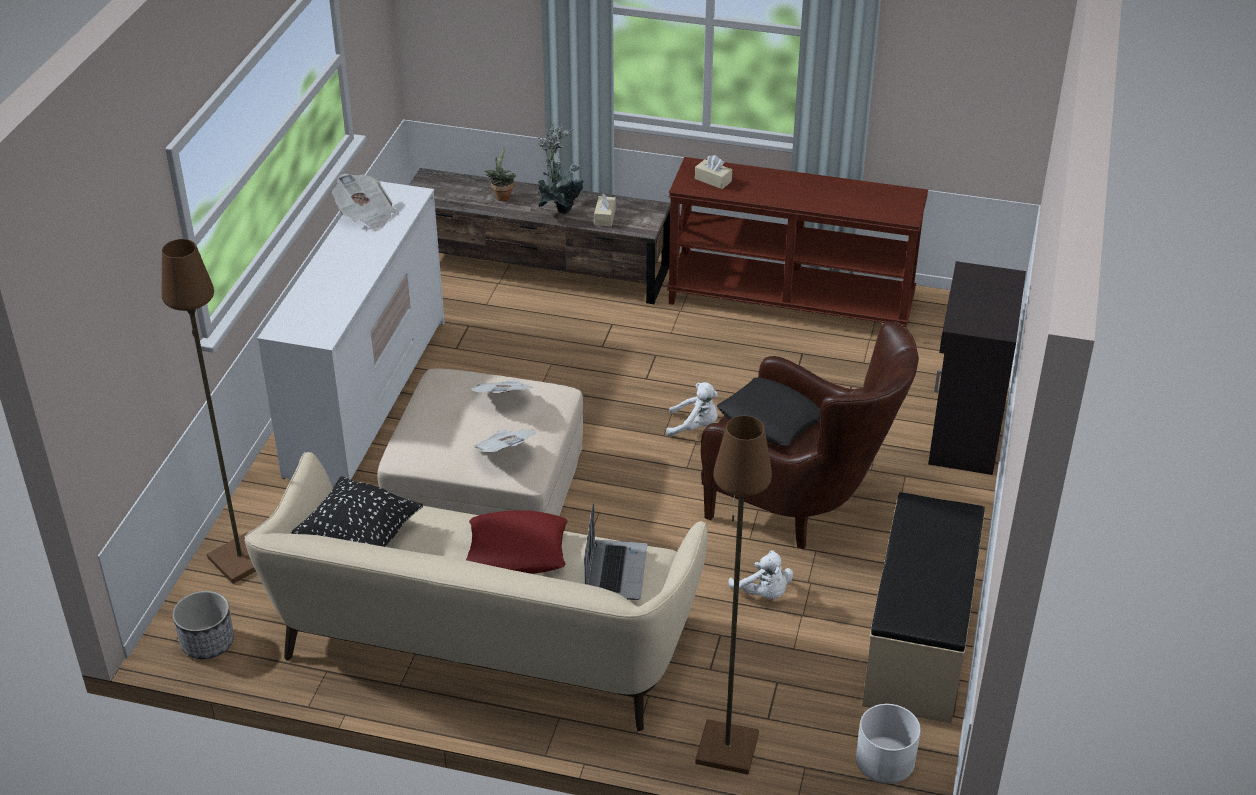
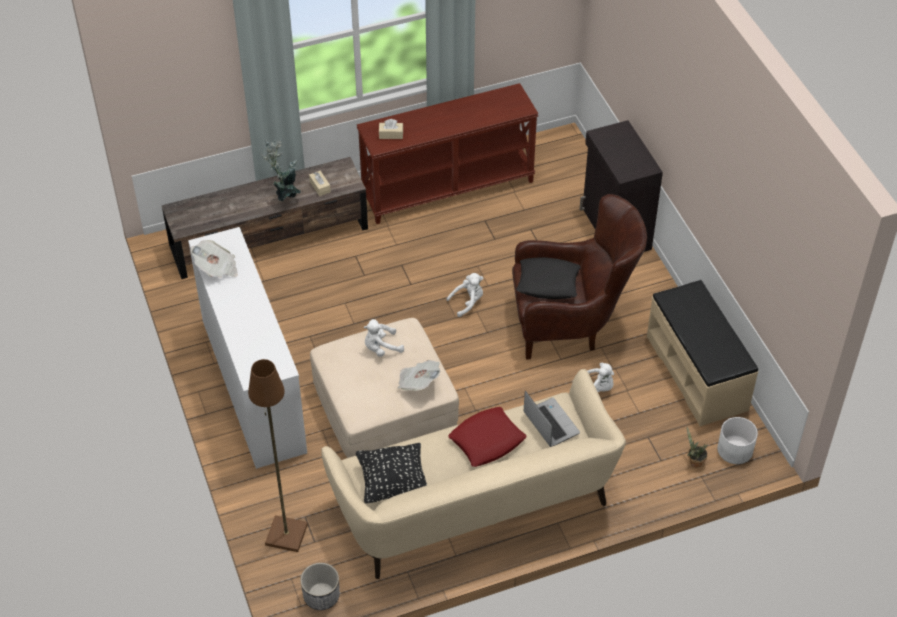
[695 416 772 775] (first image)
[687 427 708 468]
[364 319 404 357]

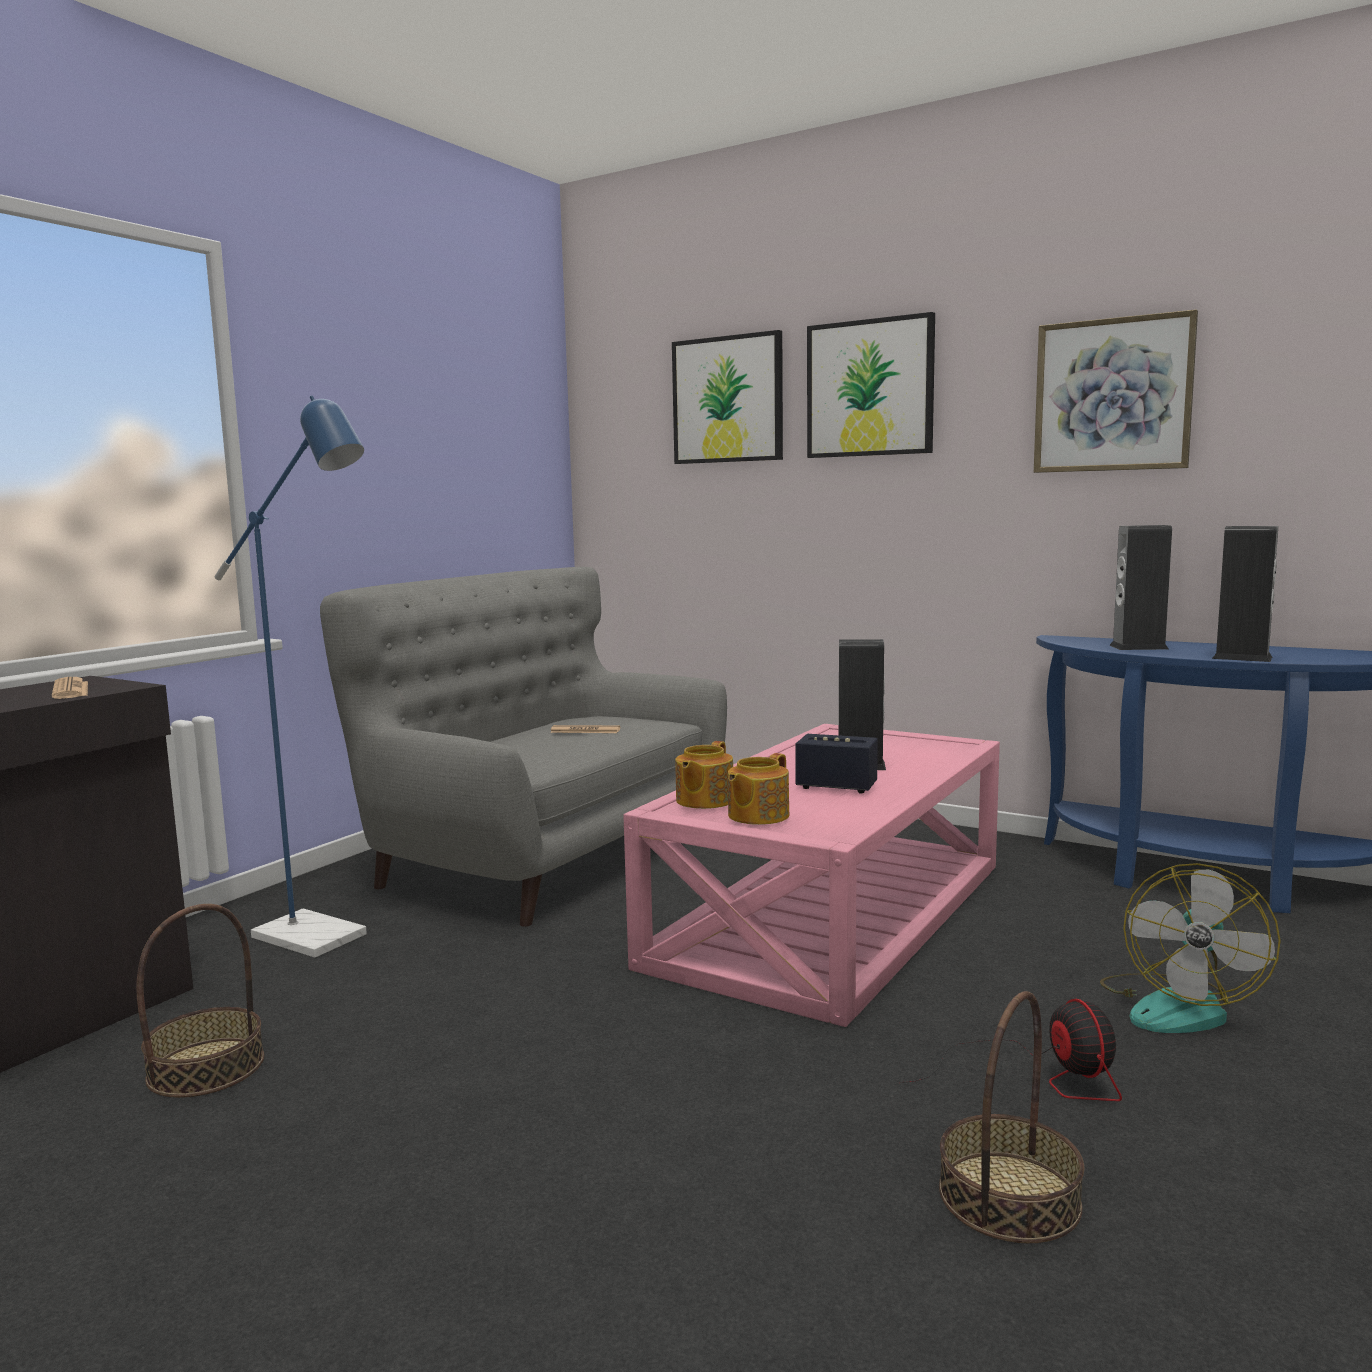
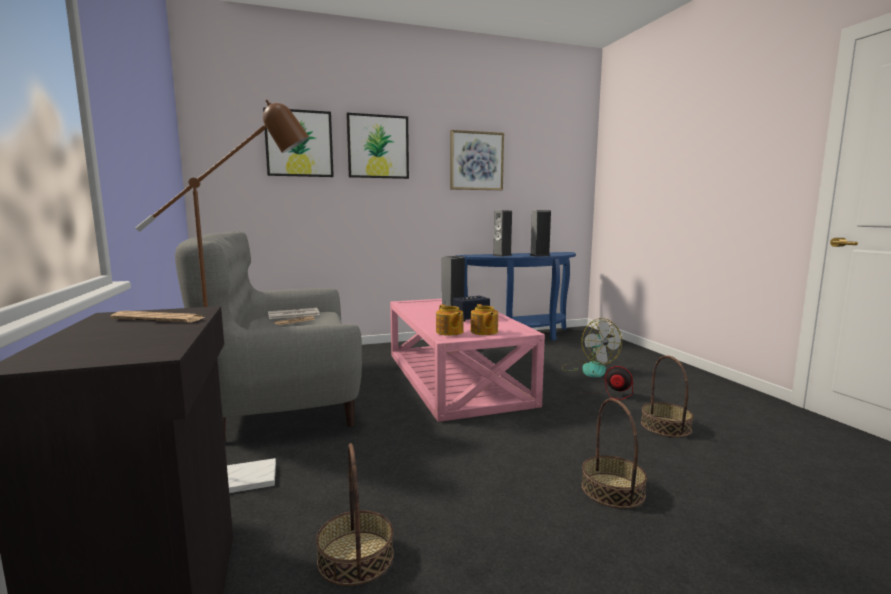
[268 308 320 319]
[581 398 647 509]
[135 100 309 493]

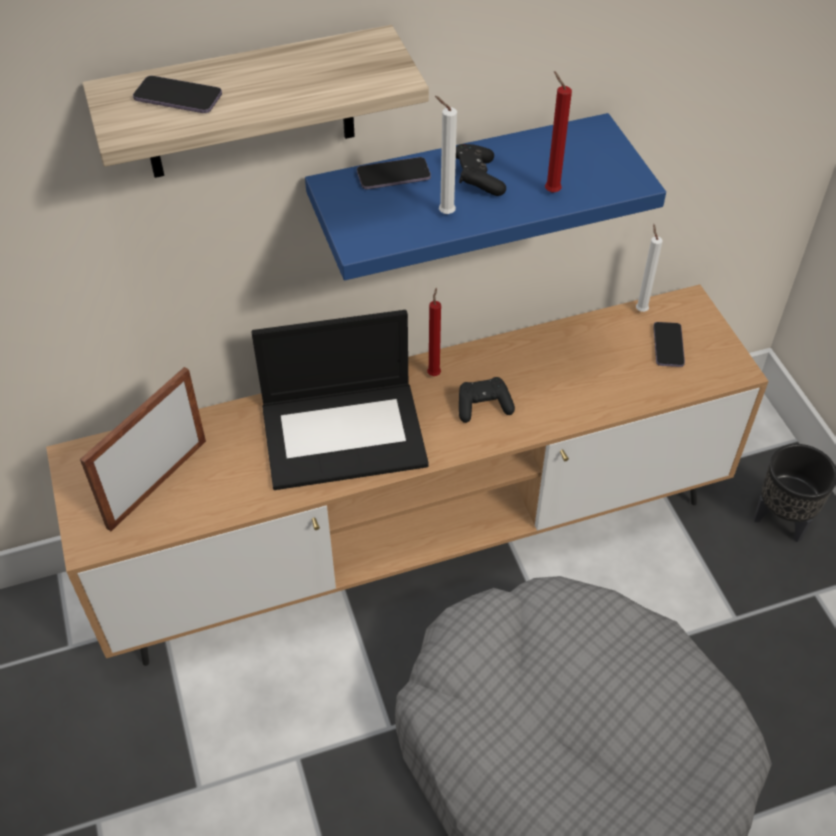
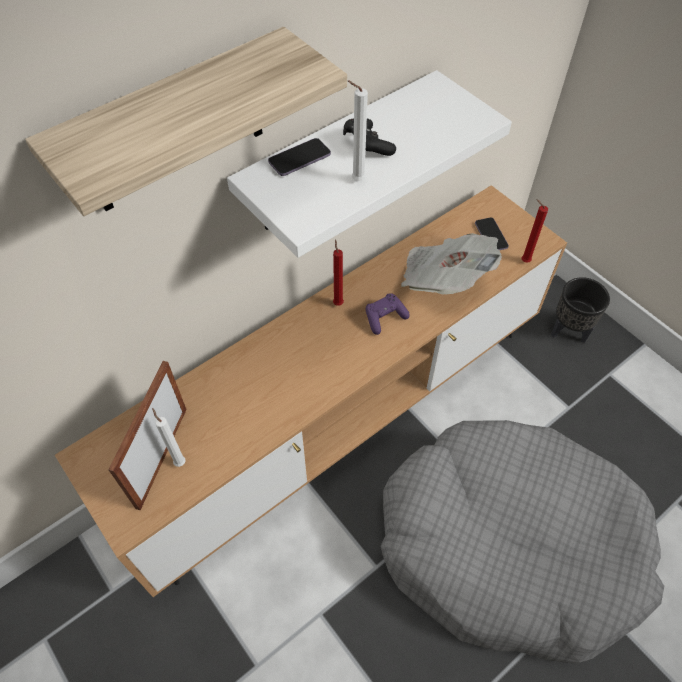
[133 76 222 113] (first image)
[252 310 429 490] (first image)
[401 233 502 295]
[522 199 548 263]
[152 408 186 467]
[227 70 512 258]
[366 293 410 335]

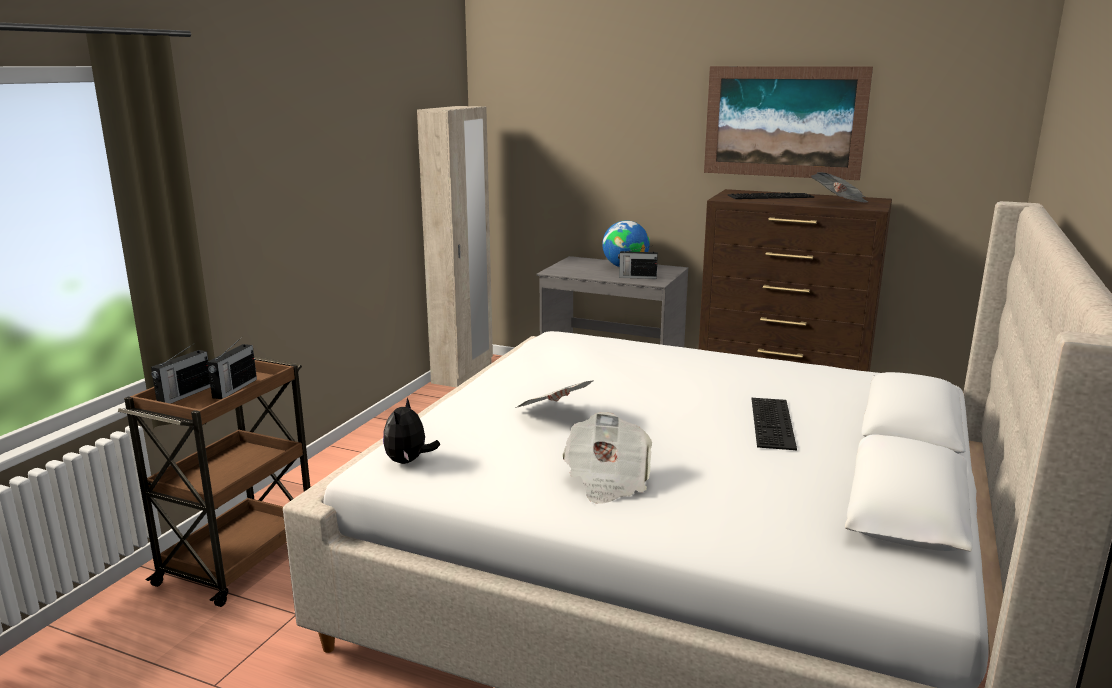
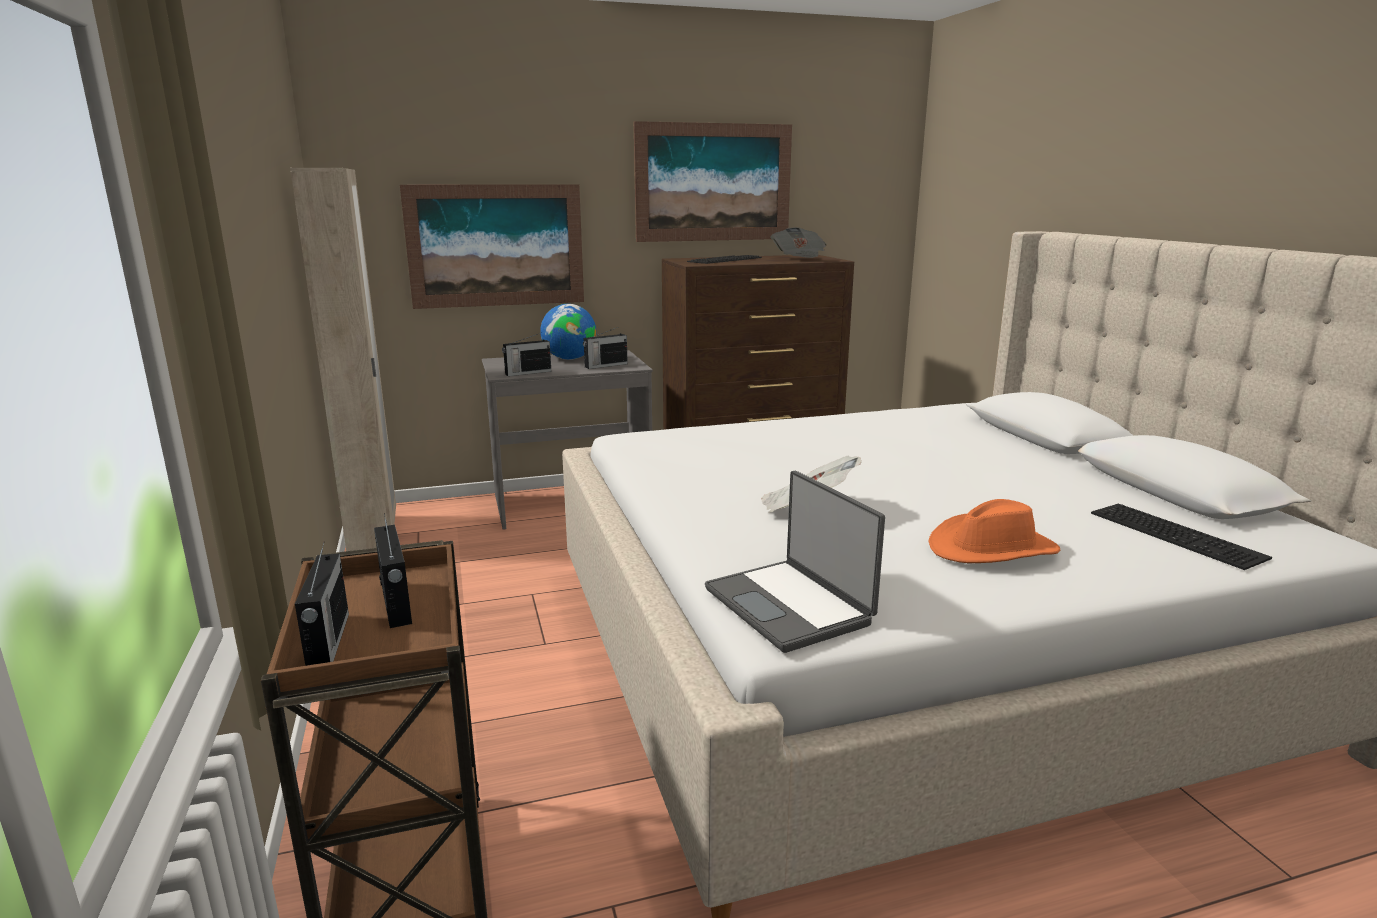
[400 184 584 309]
[502 333 551 376]
[1091 503 1272 570]
[705 470 885 653]
[928 499 1060 563]

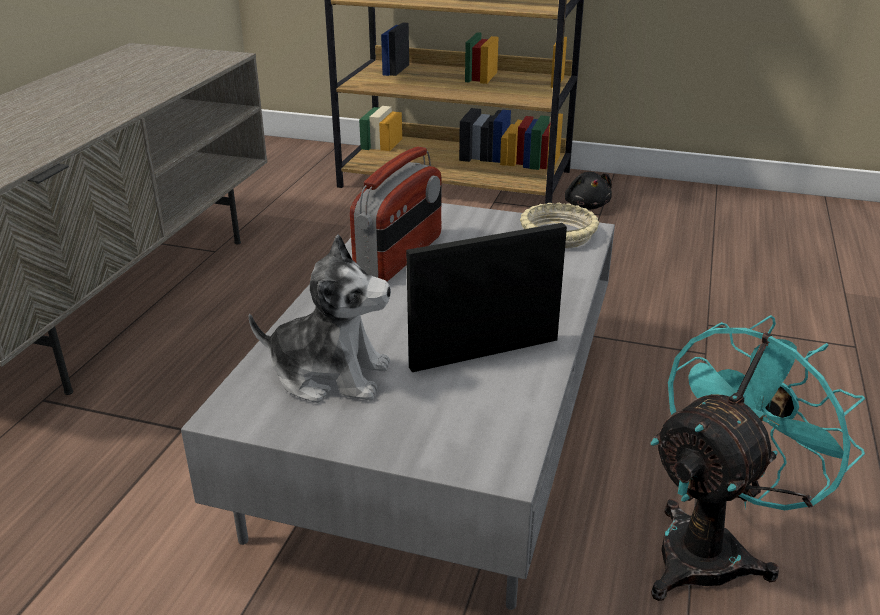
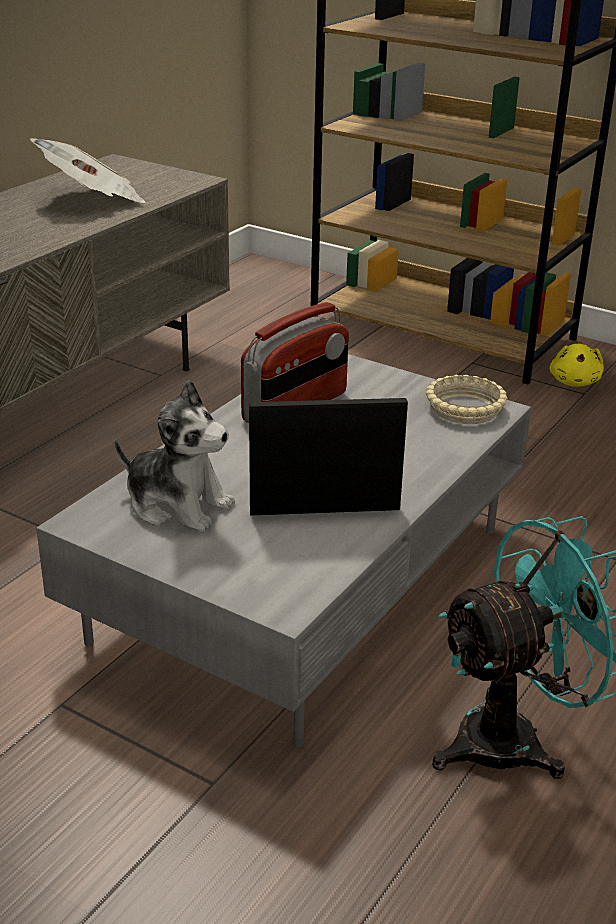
[30 138 146 203]
[549 344 604 387]

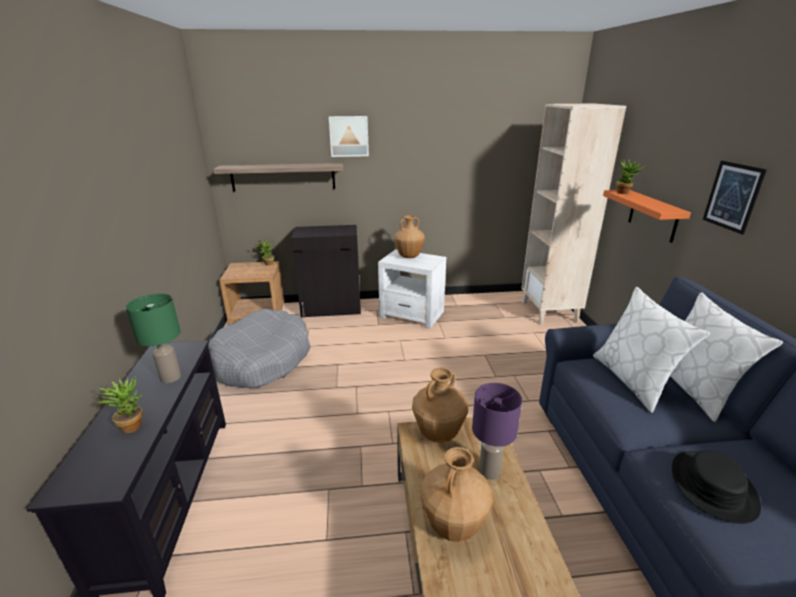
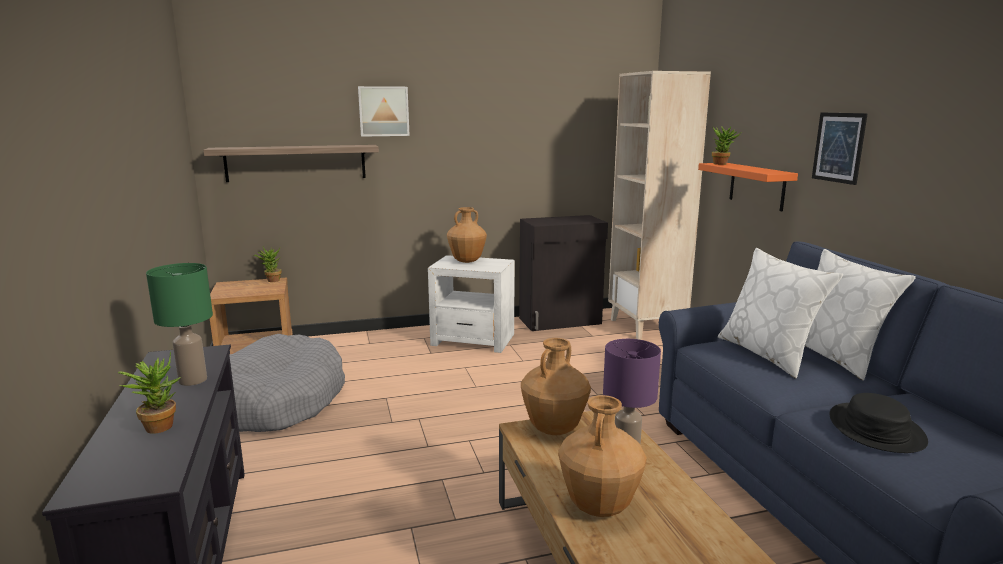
[519 215 608 331]

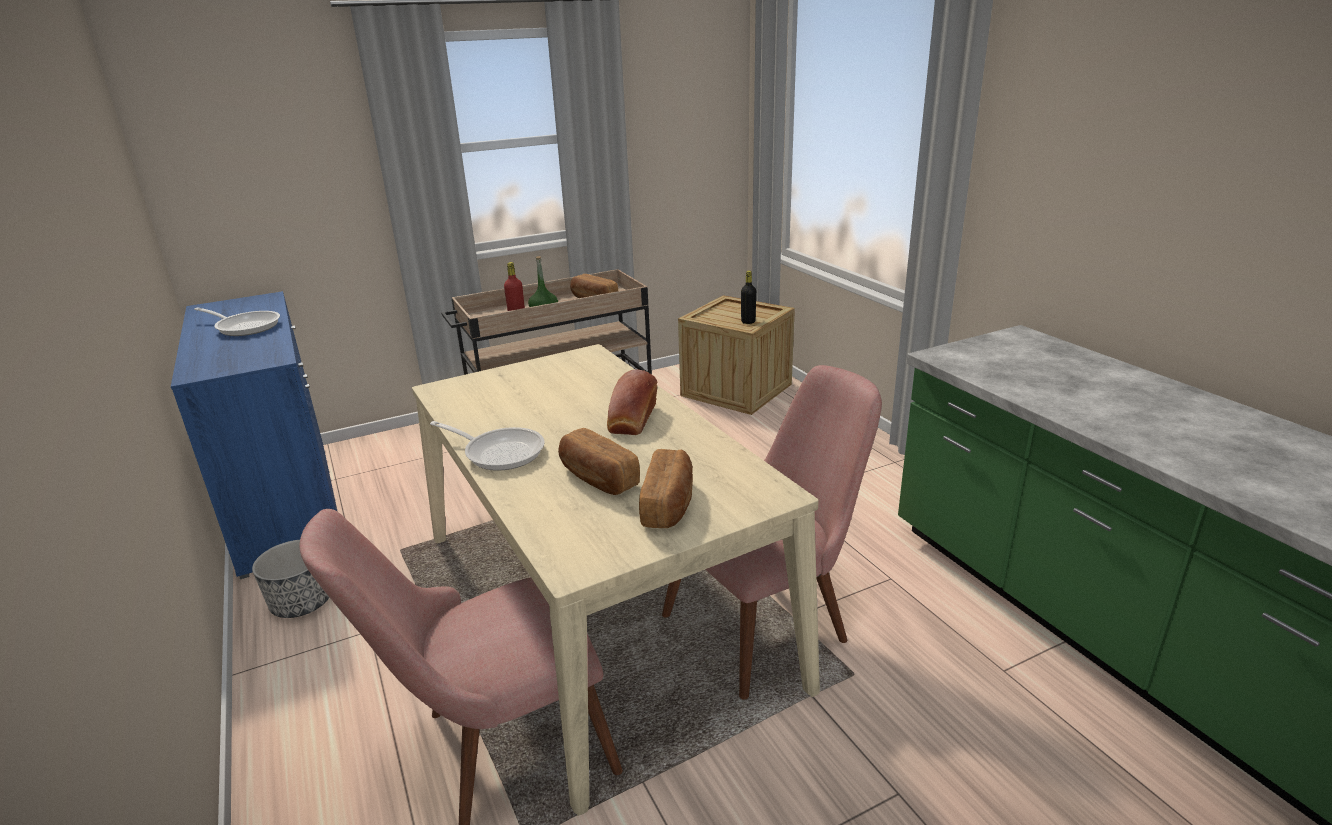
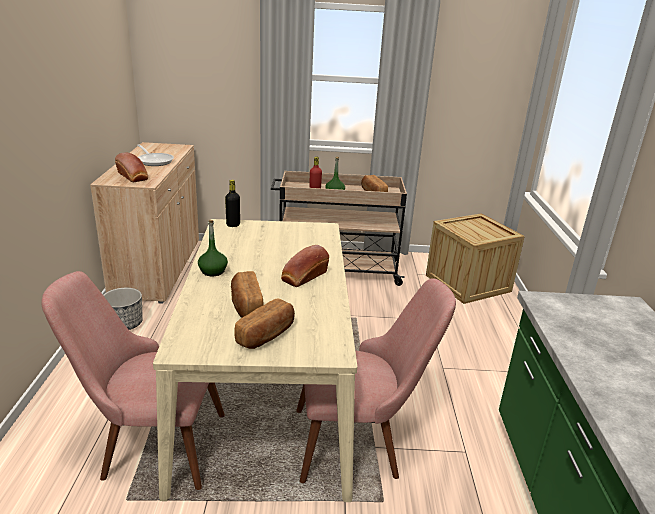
[115 153 148 182]
[225 180 240 227]
[198 220 228 276]
[90 142 199 304]

